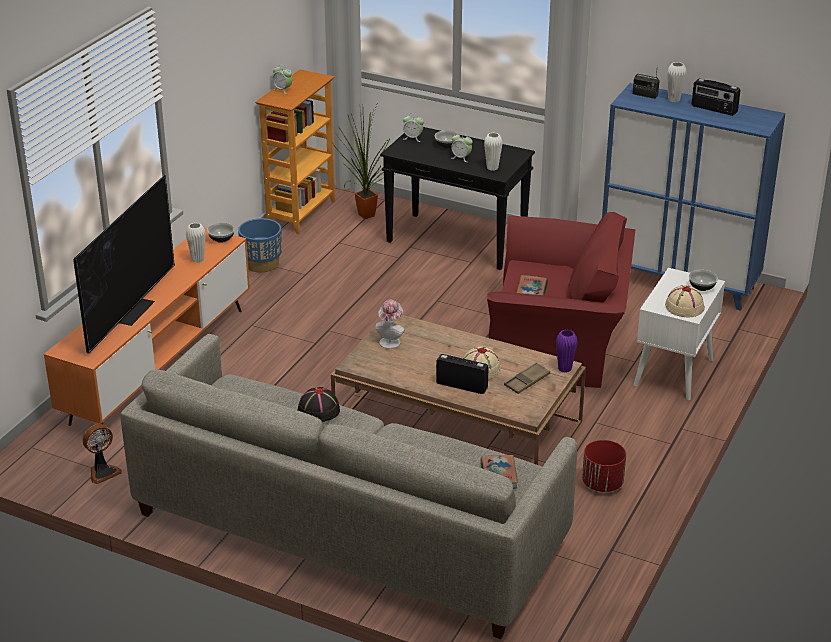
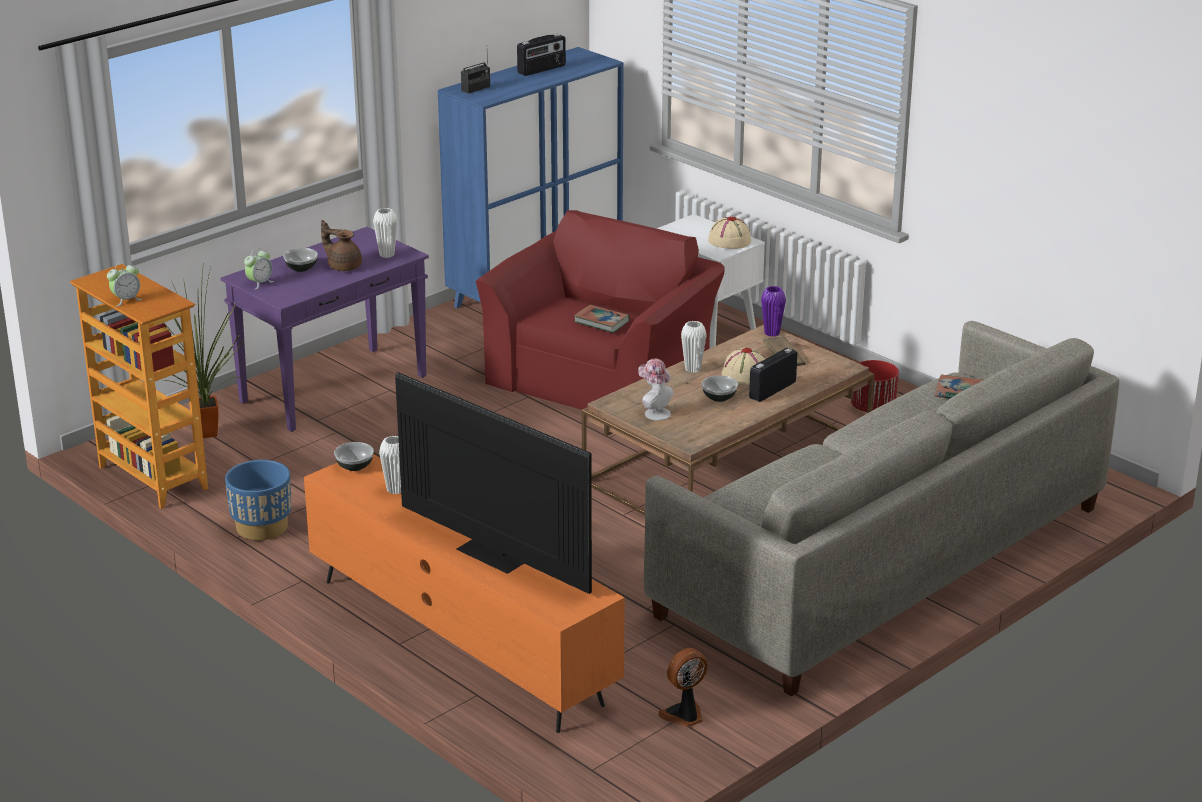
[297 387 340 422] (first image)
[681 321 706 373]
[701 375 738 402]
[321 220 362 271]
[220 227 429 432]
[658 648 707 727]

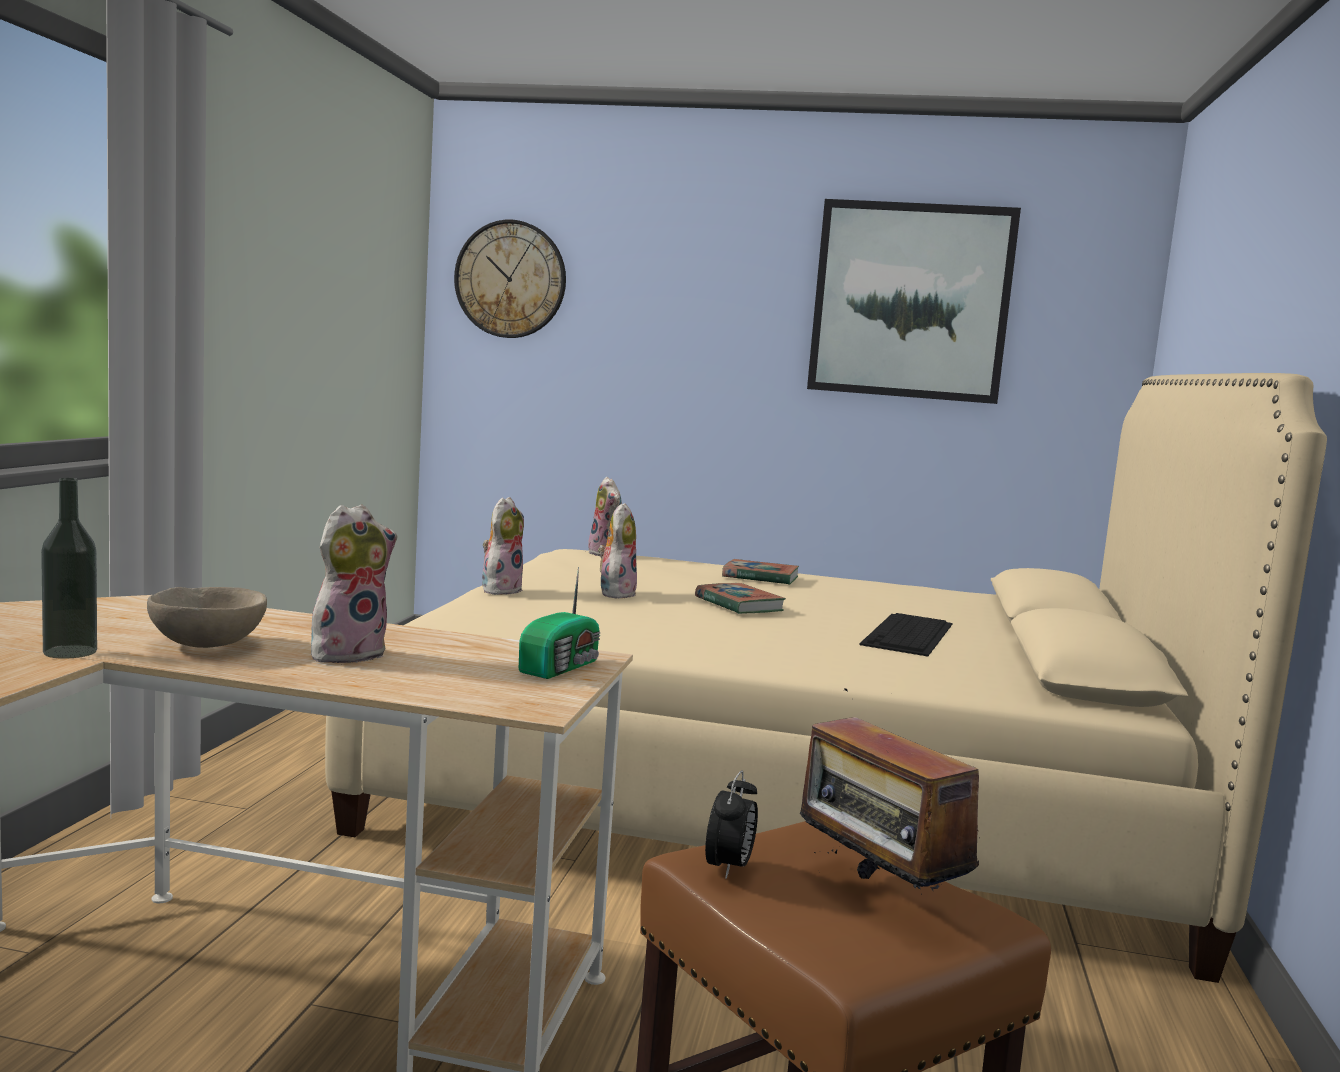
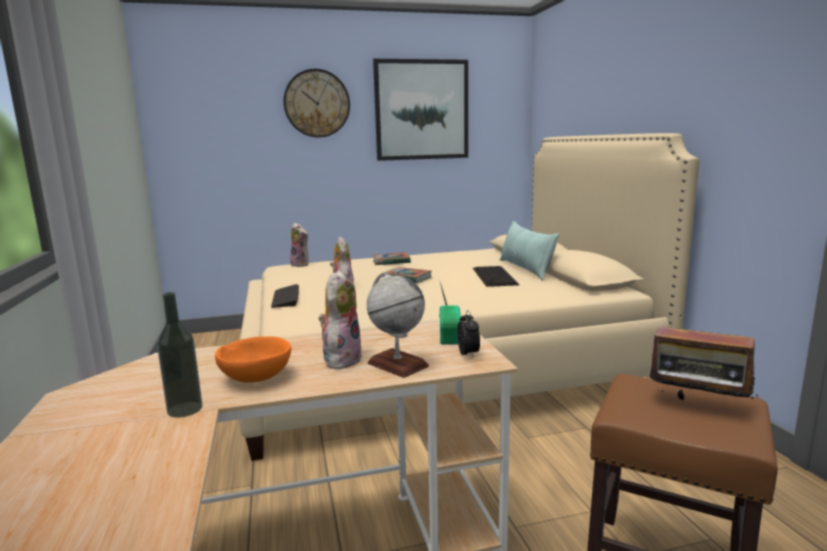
[367 271 429 378]
[500 221 559 280]
[283 69 350 138]
[457 310 480 358]
[271 284 299 308]
[215 336 291 383]

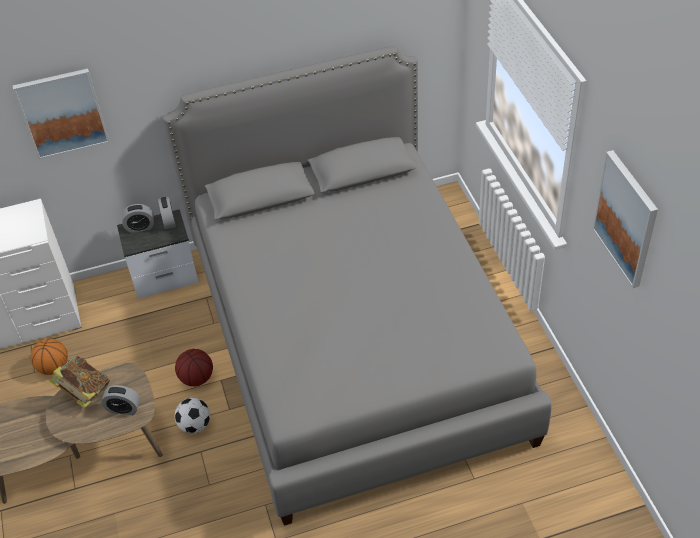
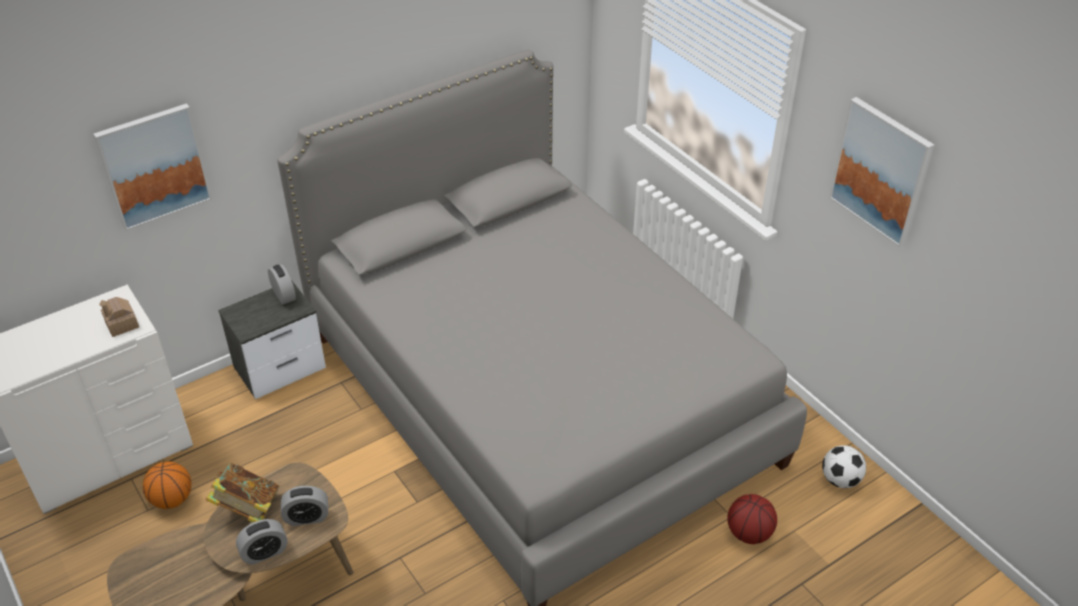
[99 297 139 337]
[236 519 288 565]
[727 494 777 544]
[822 445 866 488]

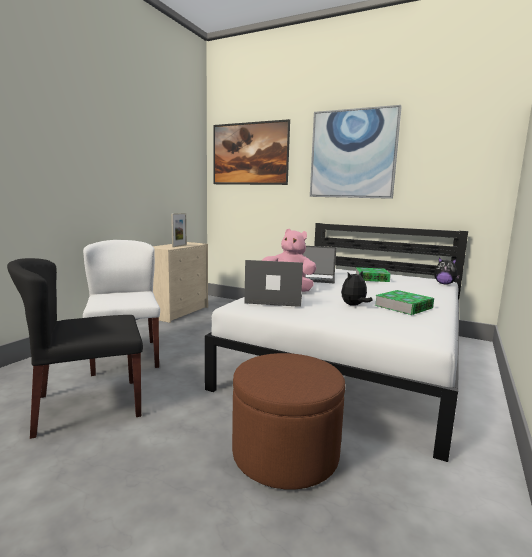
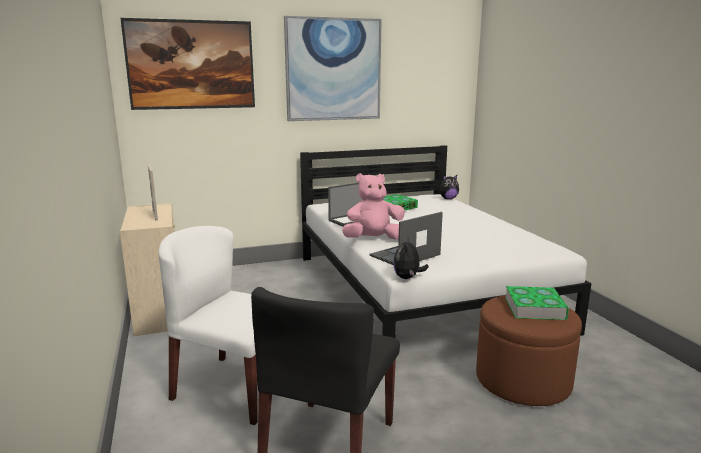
[393 236 429 279]
[505 286 569 320]

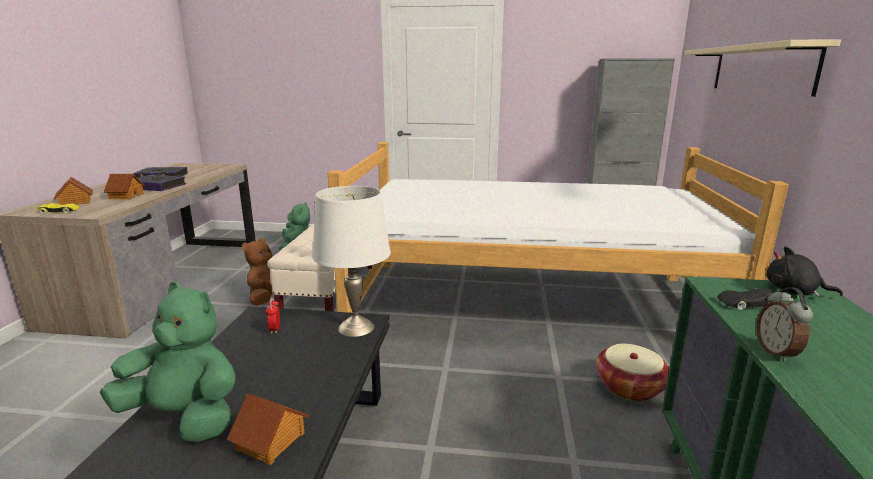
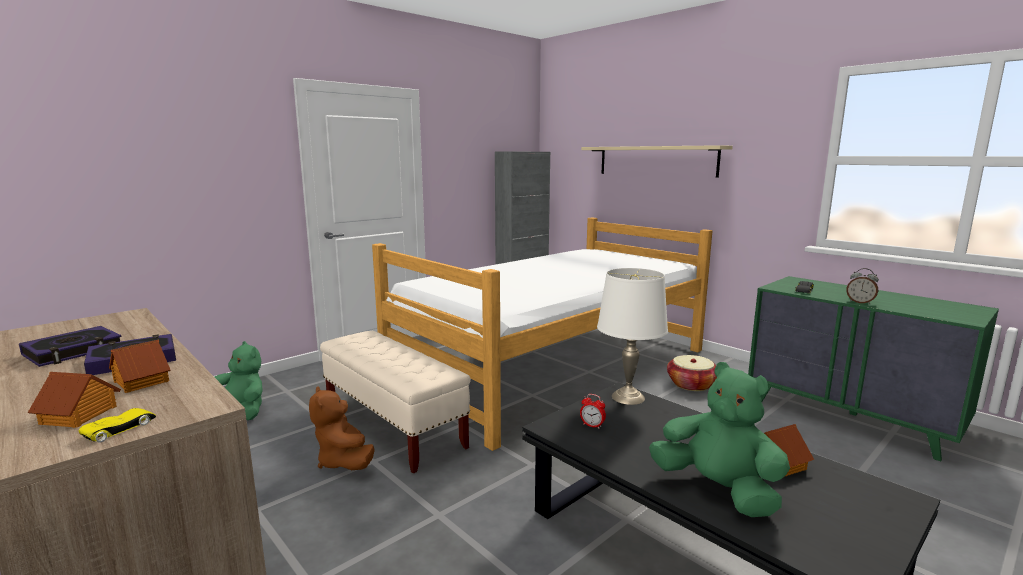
[766 247 843 297] (first image)
[649 362 790 517]

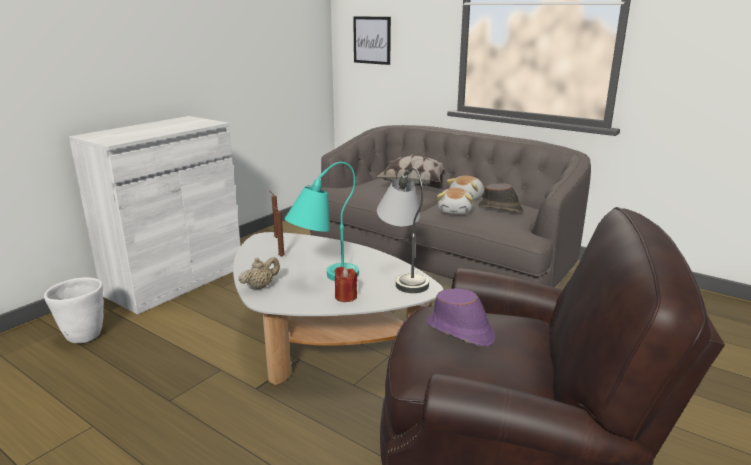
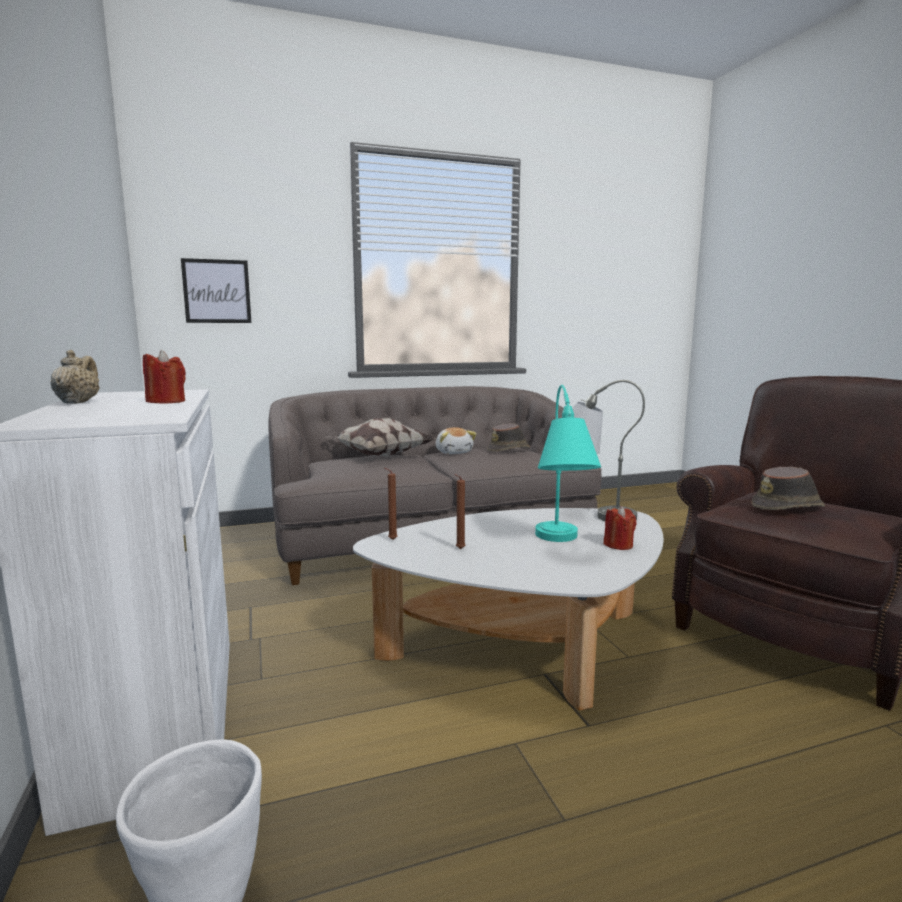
[437 188 473 215] (first image)
[143 350 186 404]
[51 350 100 404]
[751 467 825 510]

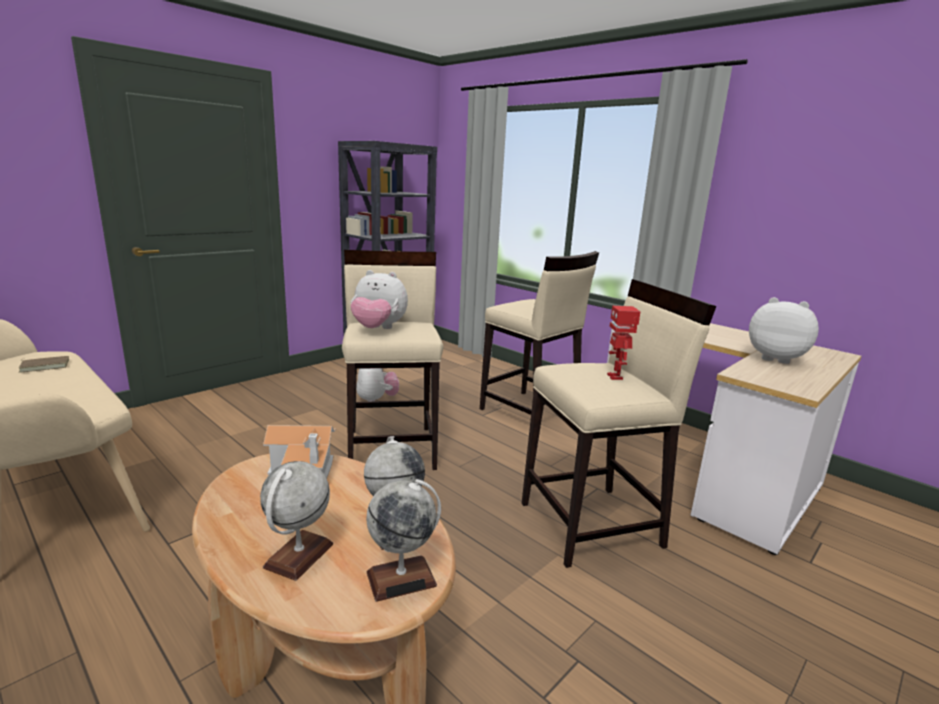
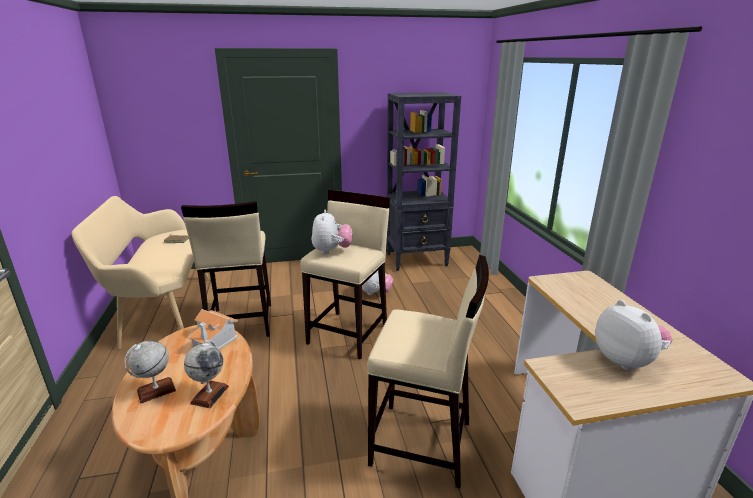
[366 479 441 602] (first image)
[607 306 640 380] (first image)
[181 201 271 337]
[312 210 352 255]

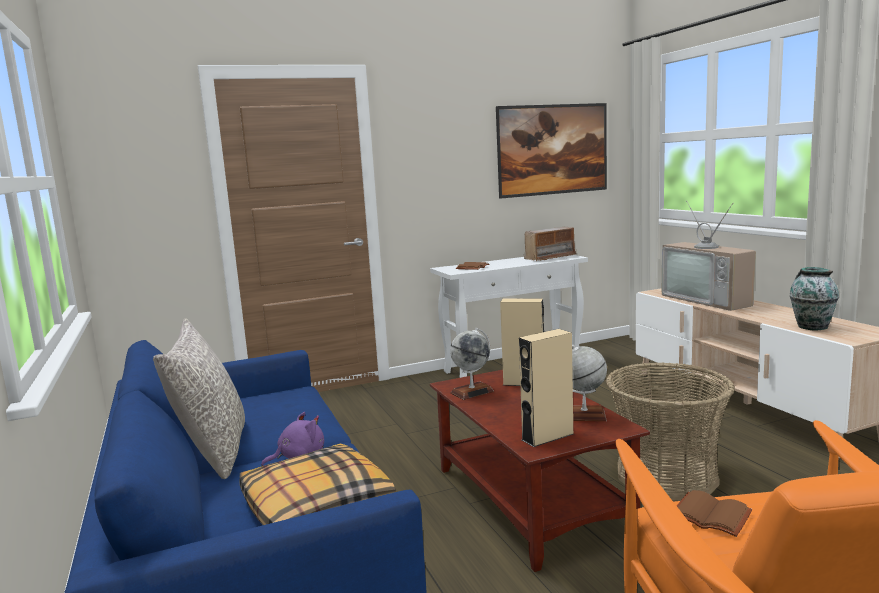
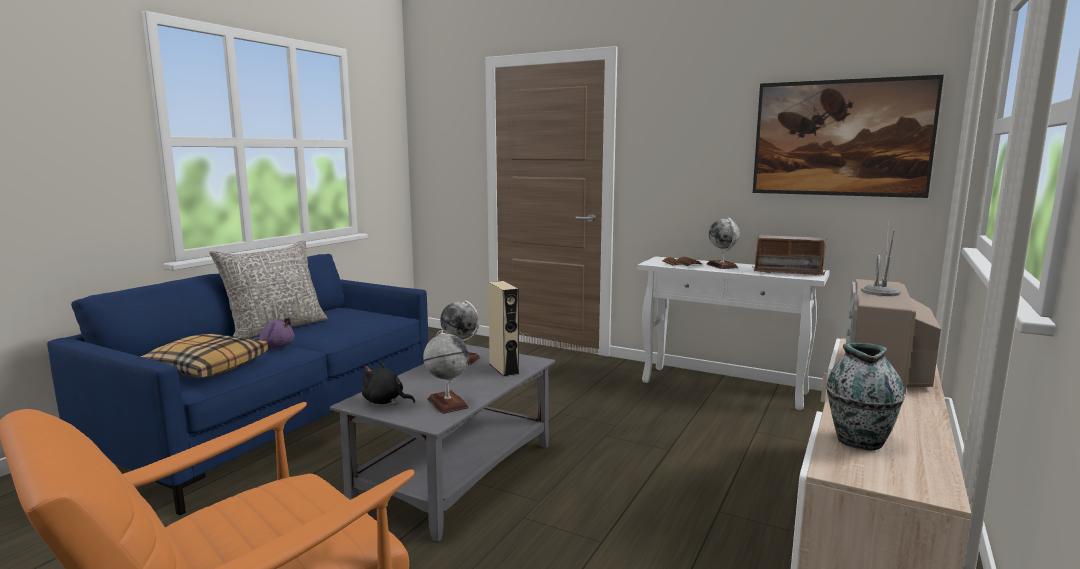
[605 362 735 501] (first image)
[677 490 752 537] (first image)
[707 218 740 269]
[361 361 415 405]
[330 344 555 542]

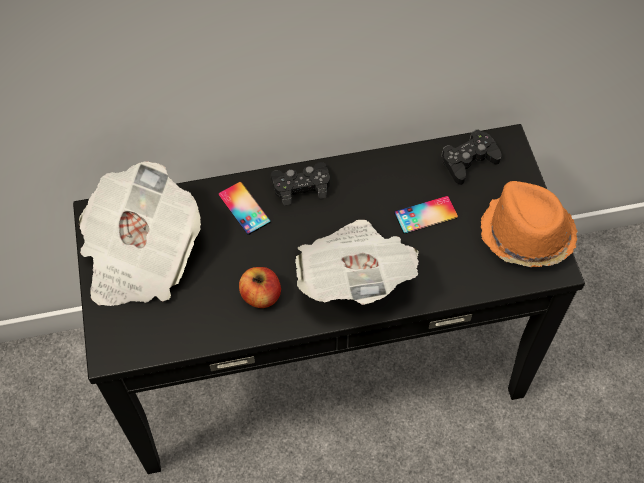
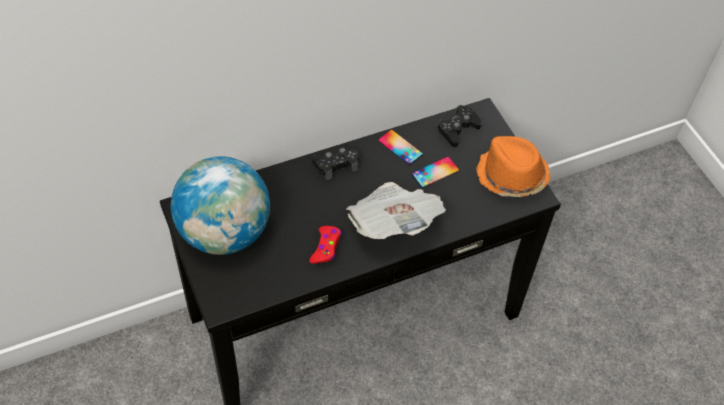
[378 129 423 165]
[171 156 270 255]
[309 226 341 264]

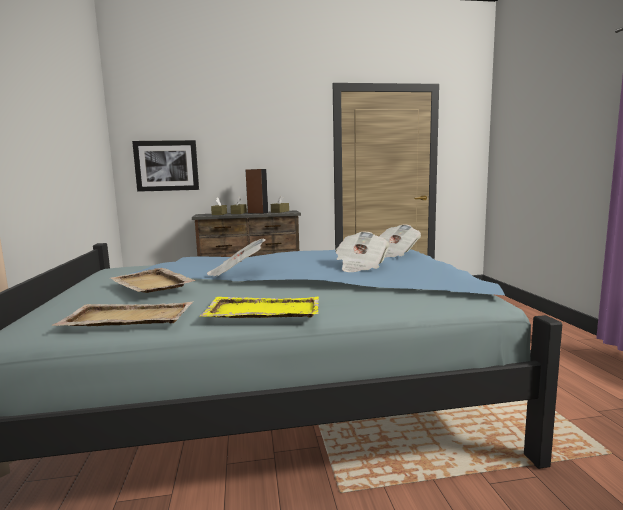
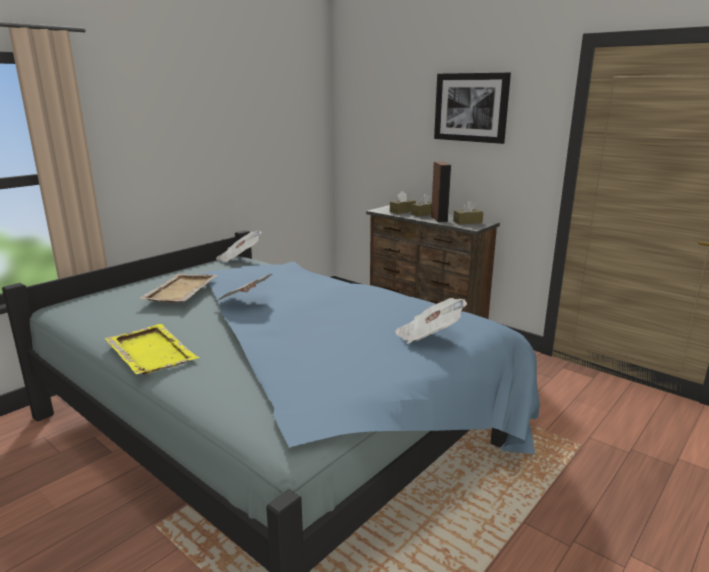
[51 301 193 326] (first image)
[434 72 511 144]
[216 231 262 262]

